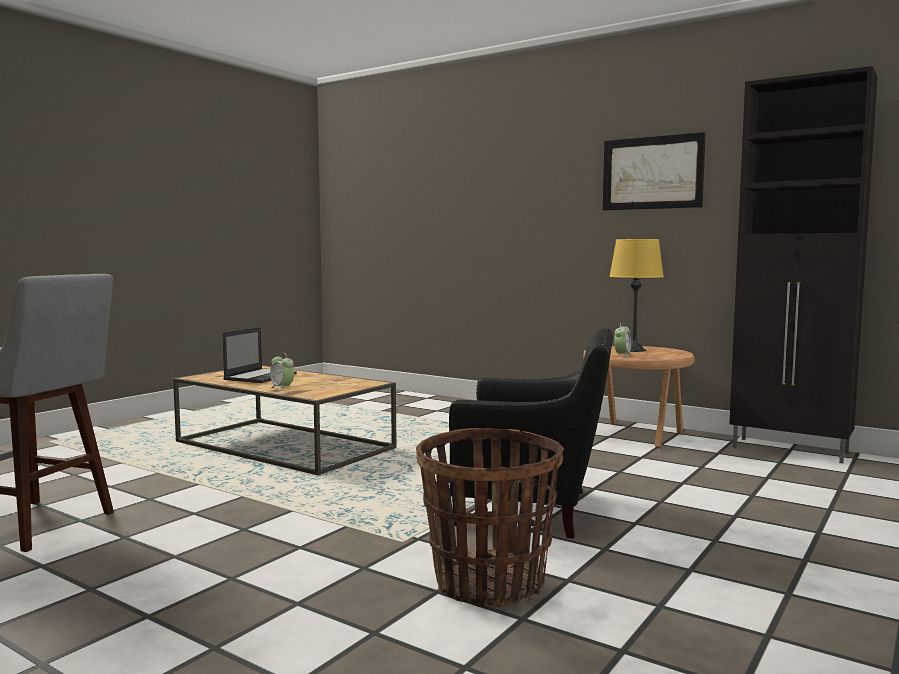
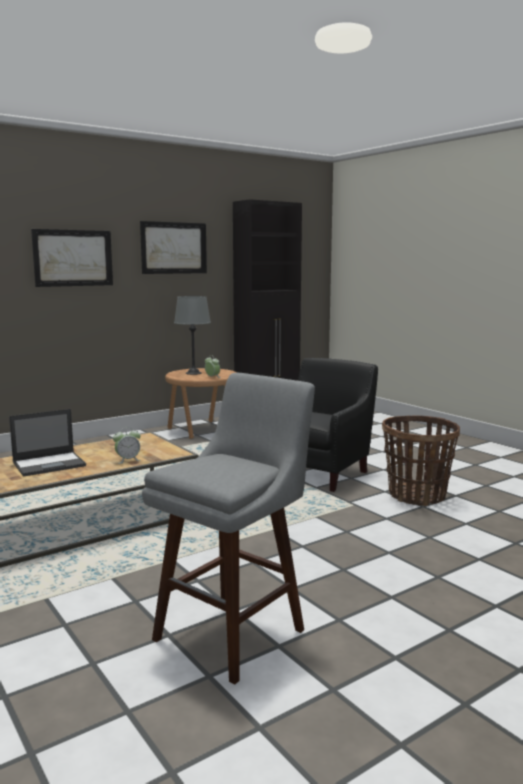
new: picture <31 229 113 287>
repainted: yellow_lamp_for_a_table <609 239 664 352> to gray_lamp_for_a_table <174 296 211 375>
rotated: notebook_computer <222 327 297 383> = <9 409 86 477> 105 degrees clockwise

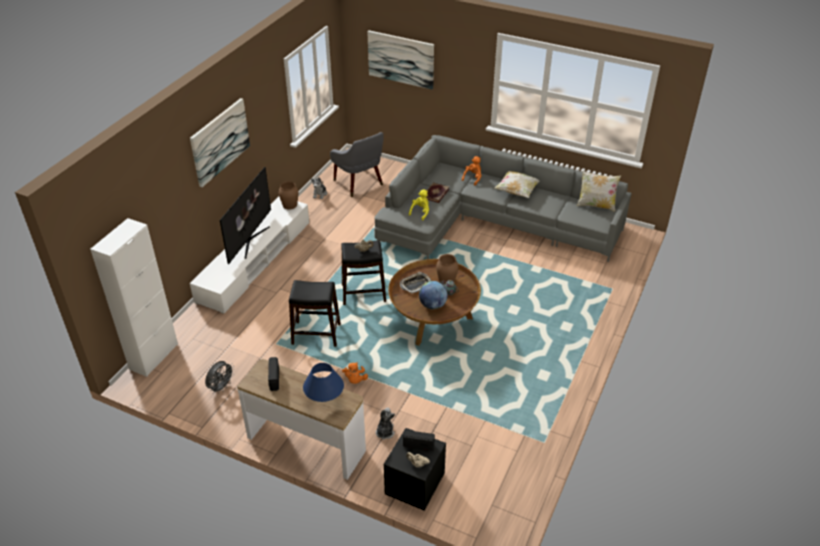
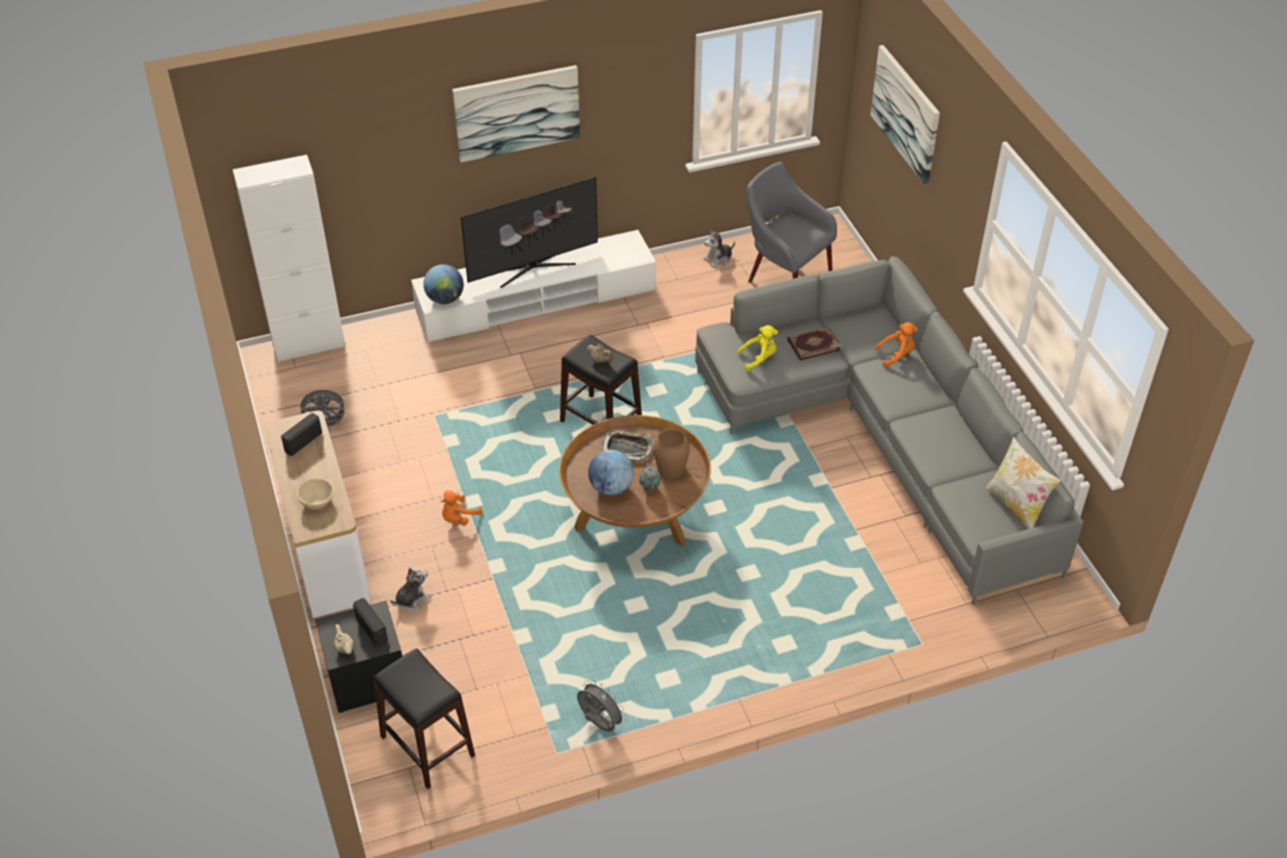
gone: brown_vase <279 181 298 209>; cushion <494 171 540 198>
new: globe <423 264 464 304>; gray_fan <577 680 626 731>
shifted: black_sitting_stool <289 280 341 347> to <373 648 475 789>
swapped: blue_lamp_for_a_table <303 363 344 402> to beige_deep_dish <297 479 333 509>
rotated: gray_lounge_chair <330 132 384 197> = <747 162 837 283> 120 degrees clockwise

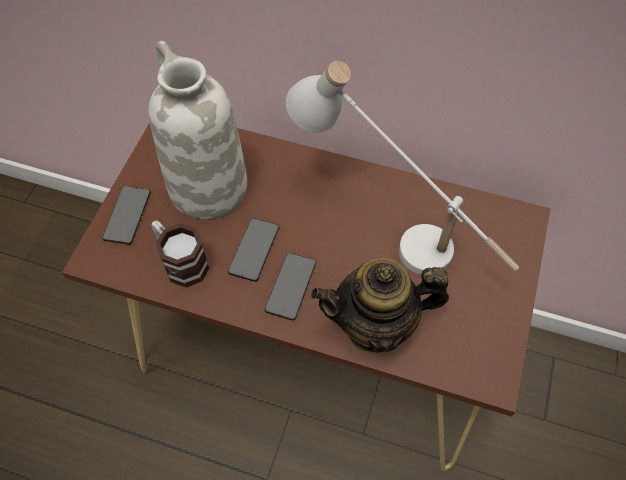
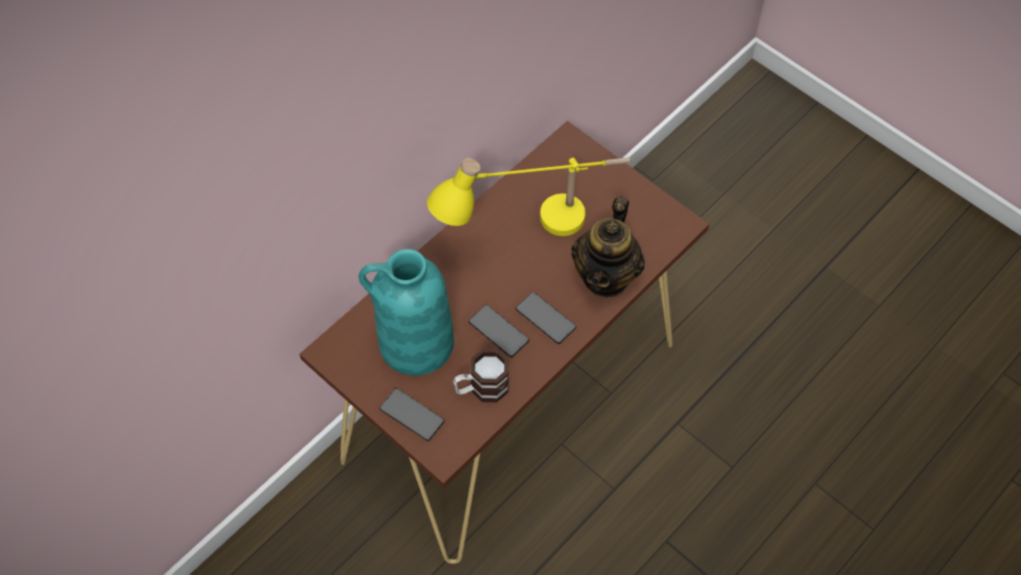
repainted: white_vase <148 41 248 219> to turquoise-coloured_vase <359 249 454 376>; white_lamp_for_a_table <286 61 519 275> to yellow_lamp_for_a_table <427 157 630 236>

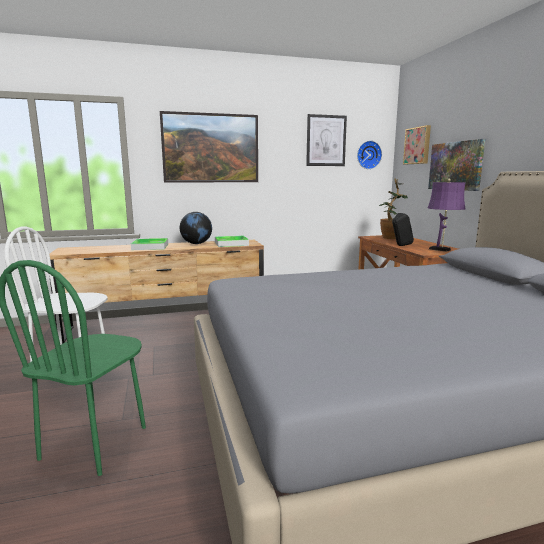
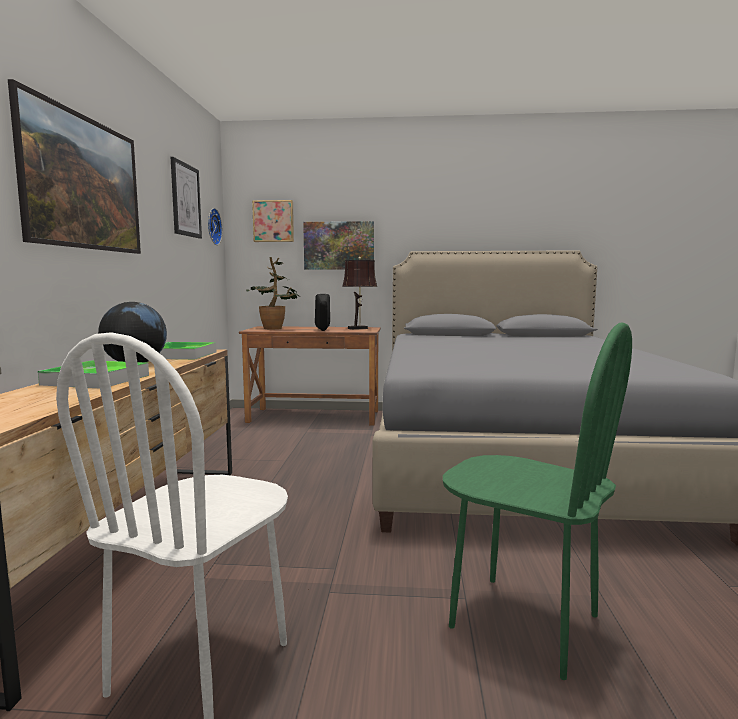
repainted: purple_lamp_for_a_table <428 179 466 252> to brown_lamp_for_a_table <342 257 377 330>

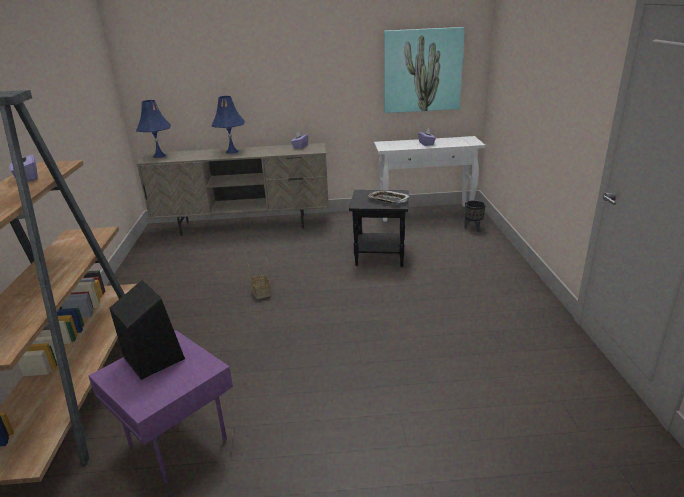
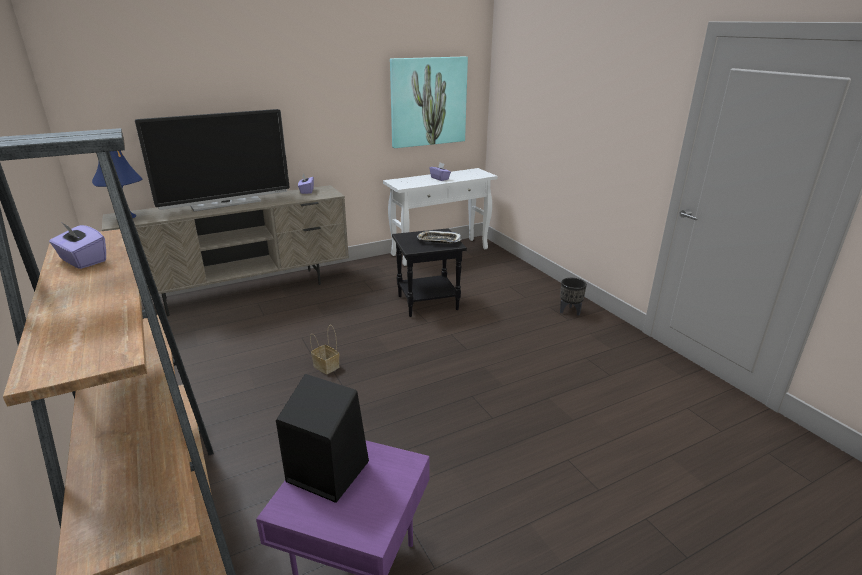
shifted: black_plant_pot <464 200 486 232> to <560 278 587 316>
swapped: blue_lamp_for_a_table <212 96 245 154> to TV <135 109 289 211>

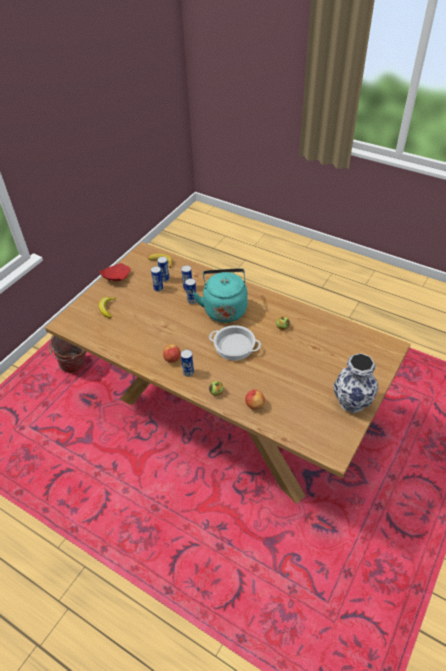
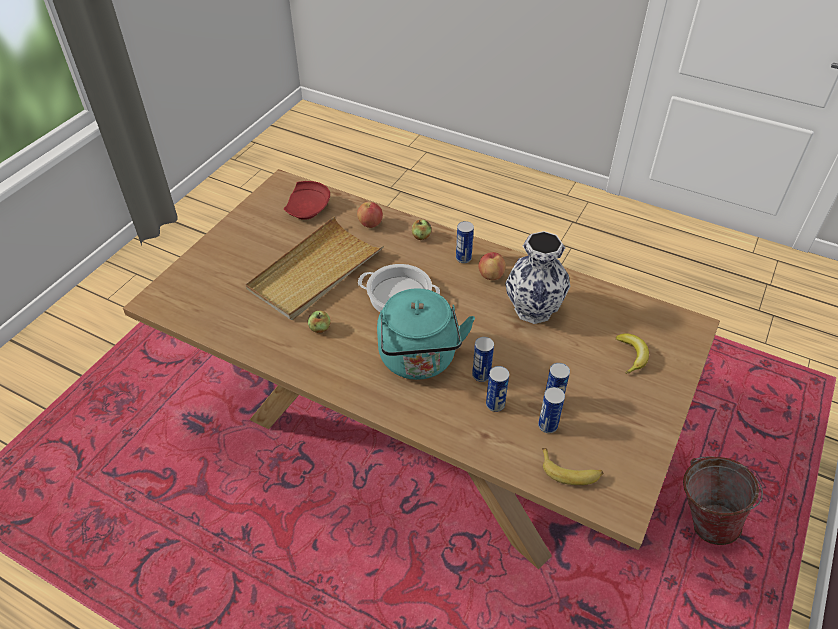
new: beige_tray <245 217 384 320>
shifted: red-coloured_plate <99 263 130 281> to <284 181 330 220>; vase <333 353 379 413> to <505 231 570 324>

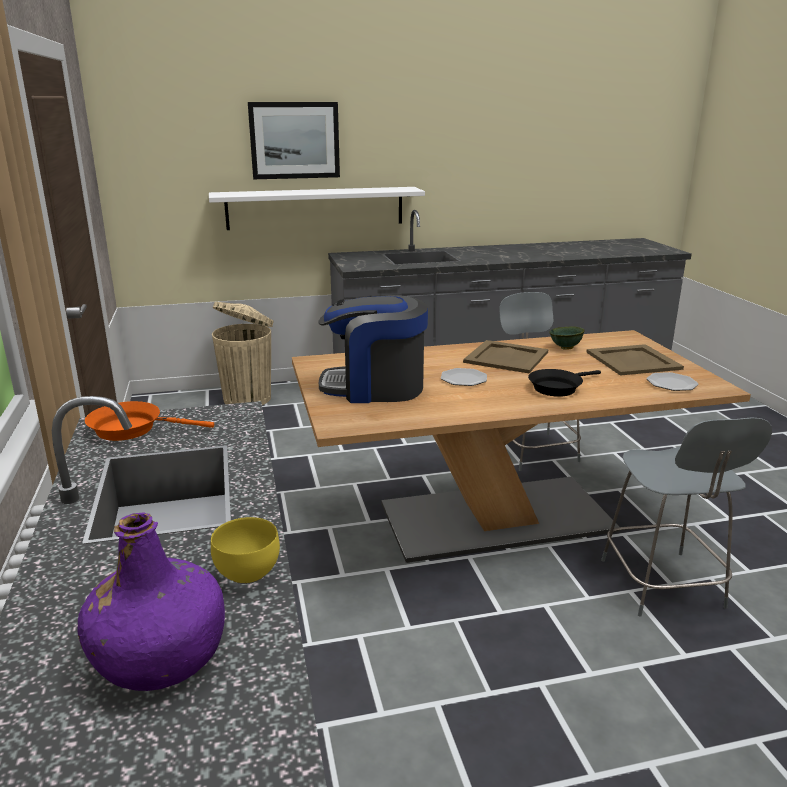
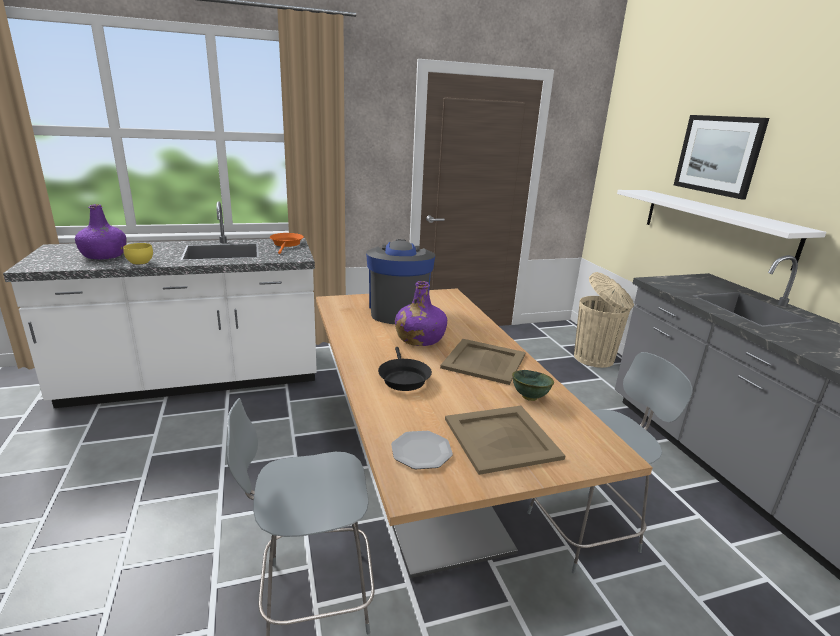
swapped: plate <441 368 487 386> to purple_drink_bottle <395 281 447 346>
rotated: black_pan <528 369 601 397> = <378 347 432 391> 150 degrees counterclockwise

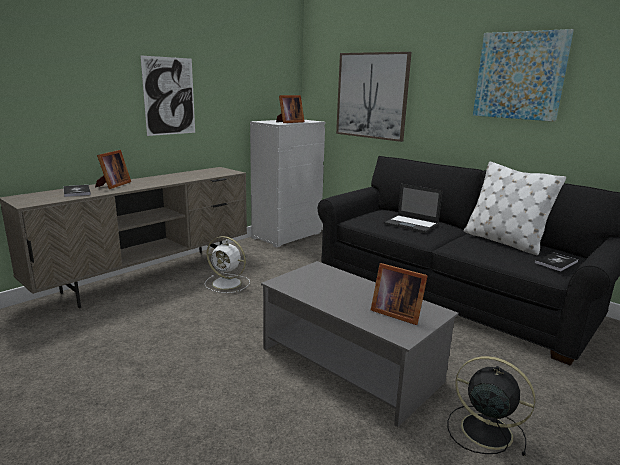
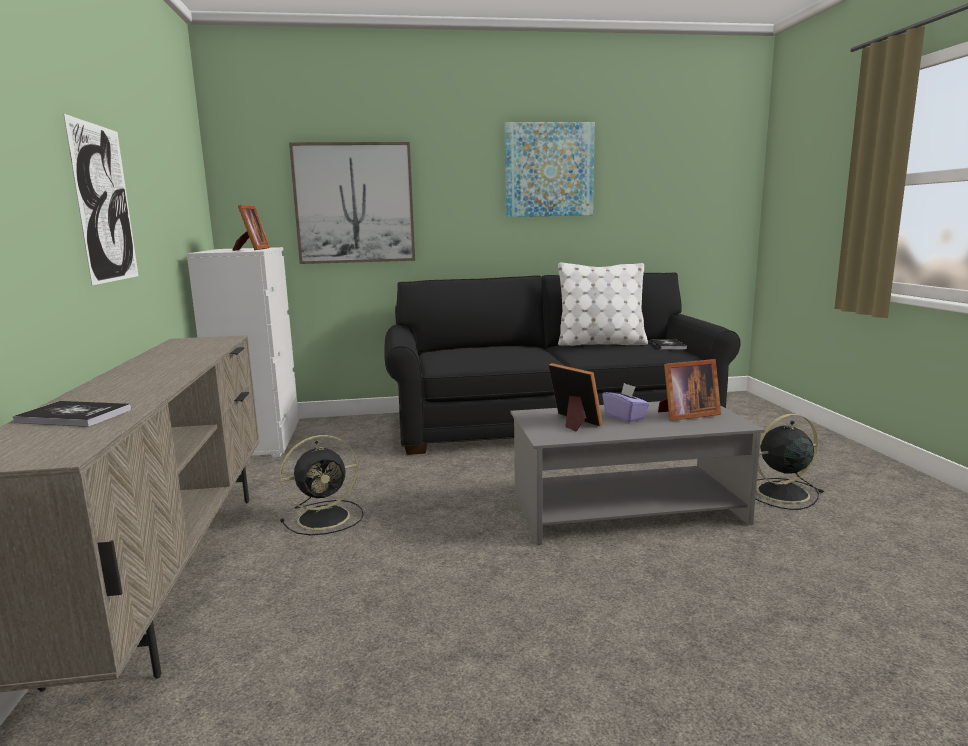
gone: notebook_computer <383 184 443 233>
new: purple_tissue_box <602 383 650 422>
shifted: photo_frame <95 150 131 189> to <549 363 603 432>
repainted: white_fan <204 236 250 293> to black_fan <280 435 364 535>

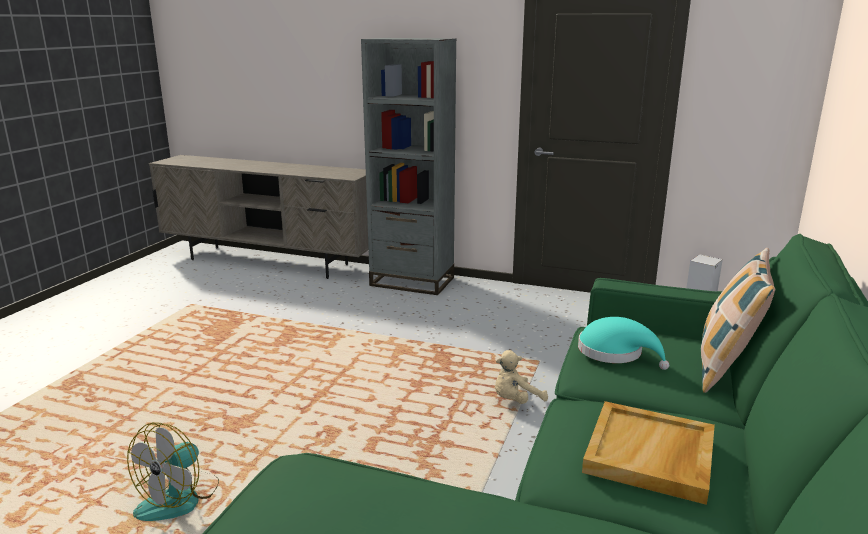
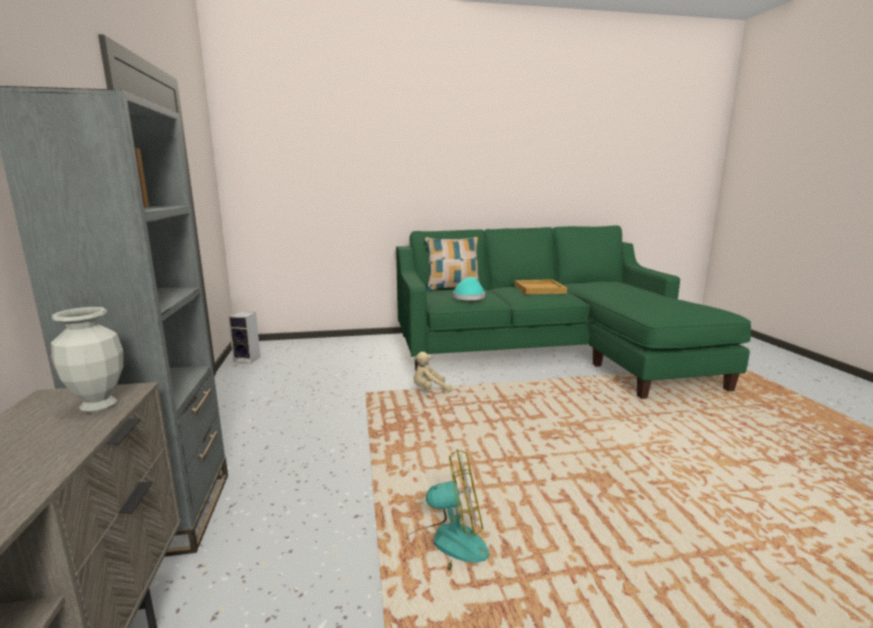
new: vase <51 307 123 413>
shifted: fan <127 422 219 521> to <405 449 489 571>
rotated: beige_plush_toy <495 350 548 404> = <413 352 452 392> 135 degrees clockwise

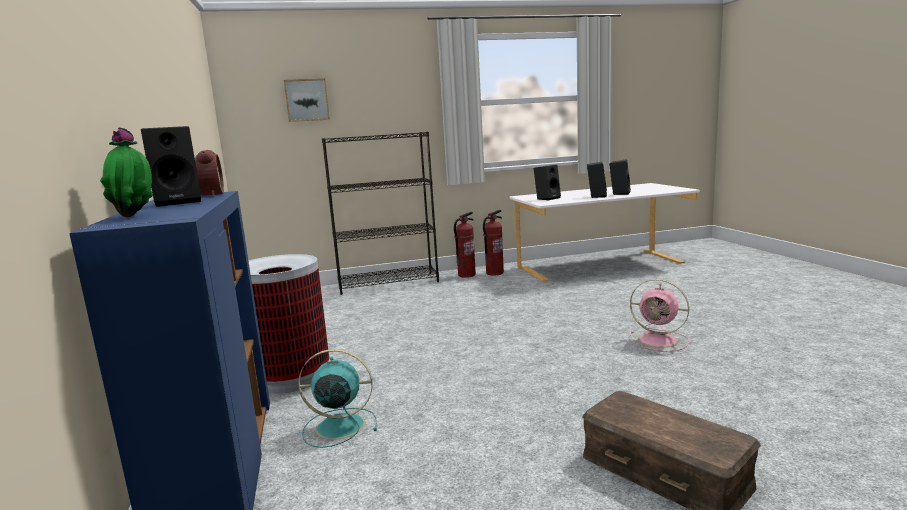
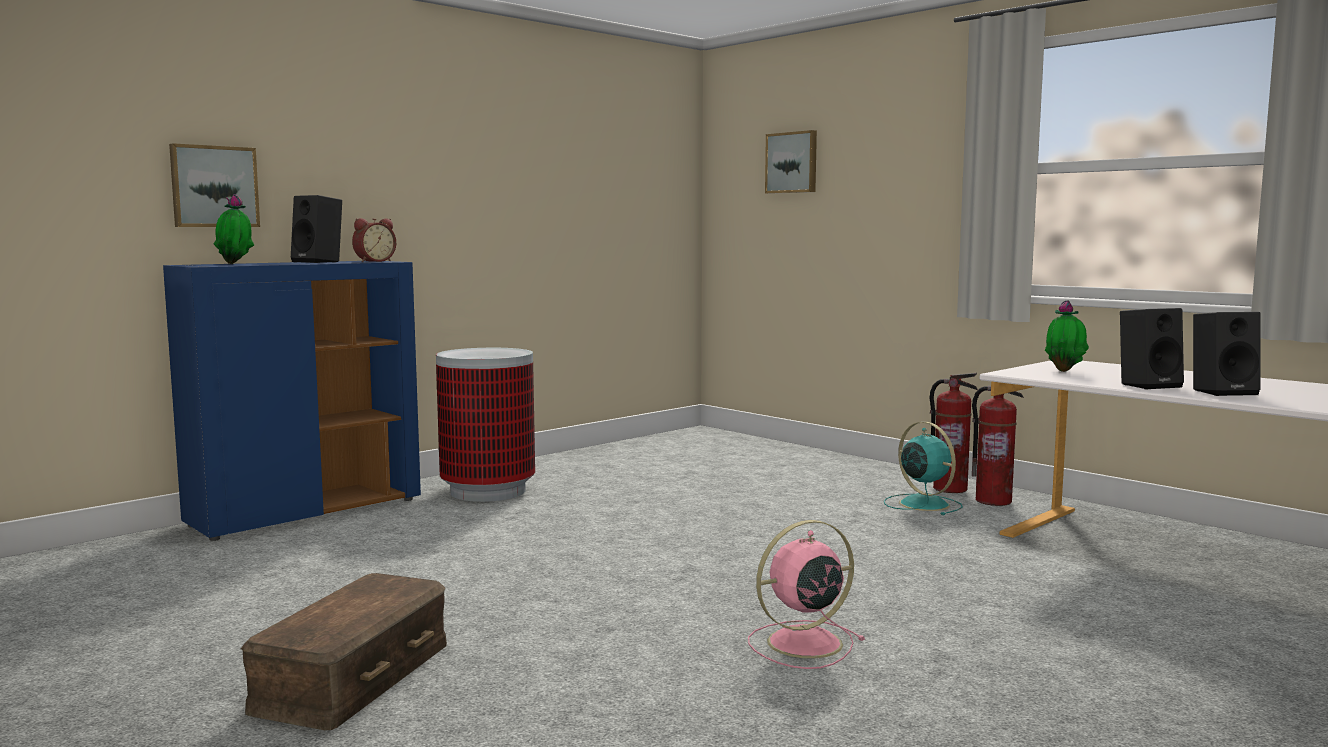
gone: black_bookcase <322 132 439 295>
new: picture <169 143 260 227>
shifted: turquoise-coloured_fan <298 349 377 448> to <884 422 963 515>
swapped: black_speaker <534 164 561 200> to potted_plant <1045 300 1089 372>
rotated: pink-coloured_fan <629 279 689 352> = <748 520 865 669> 60 degrees clockwise

